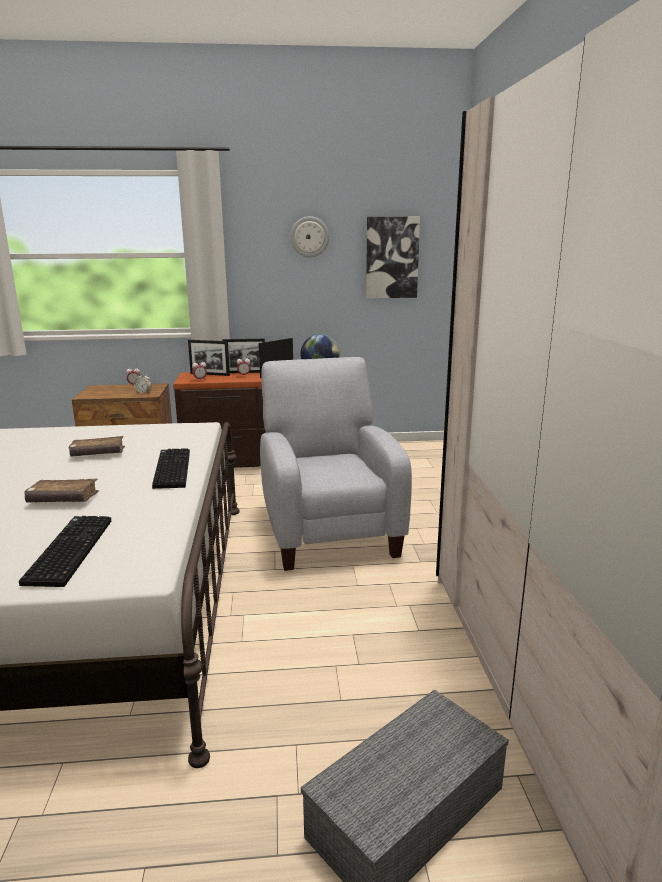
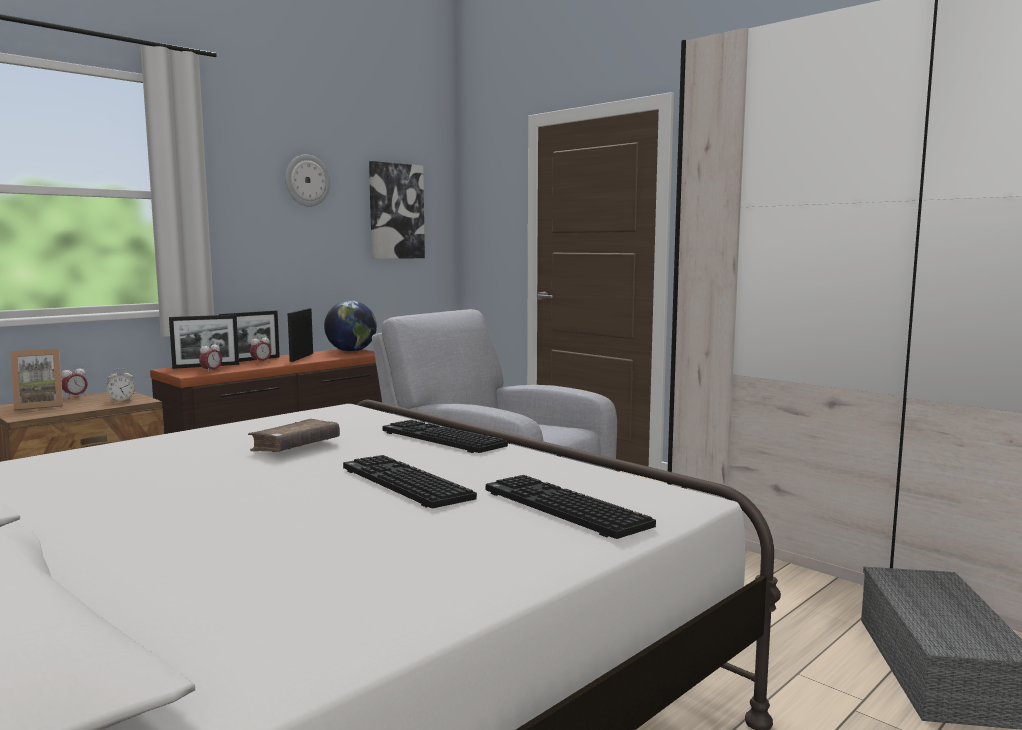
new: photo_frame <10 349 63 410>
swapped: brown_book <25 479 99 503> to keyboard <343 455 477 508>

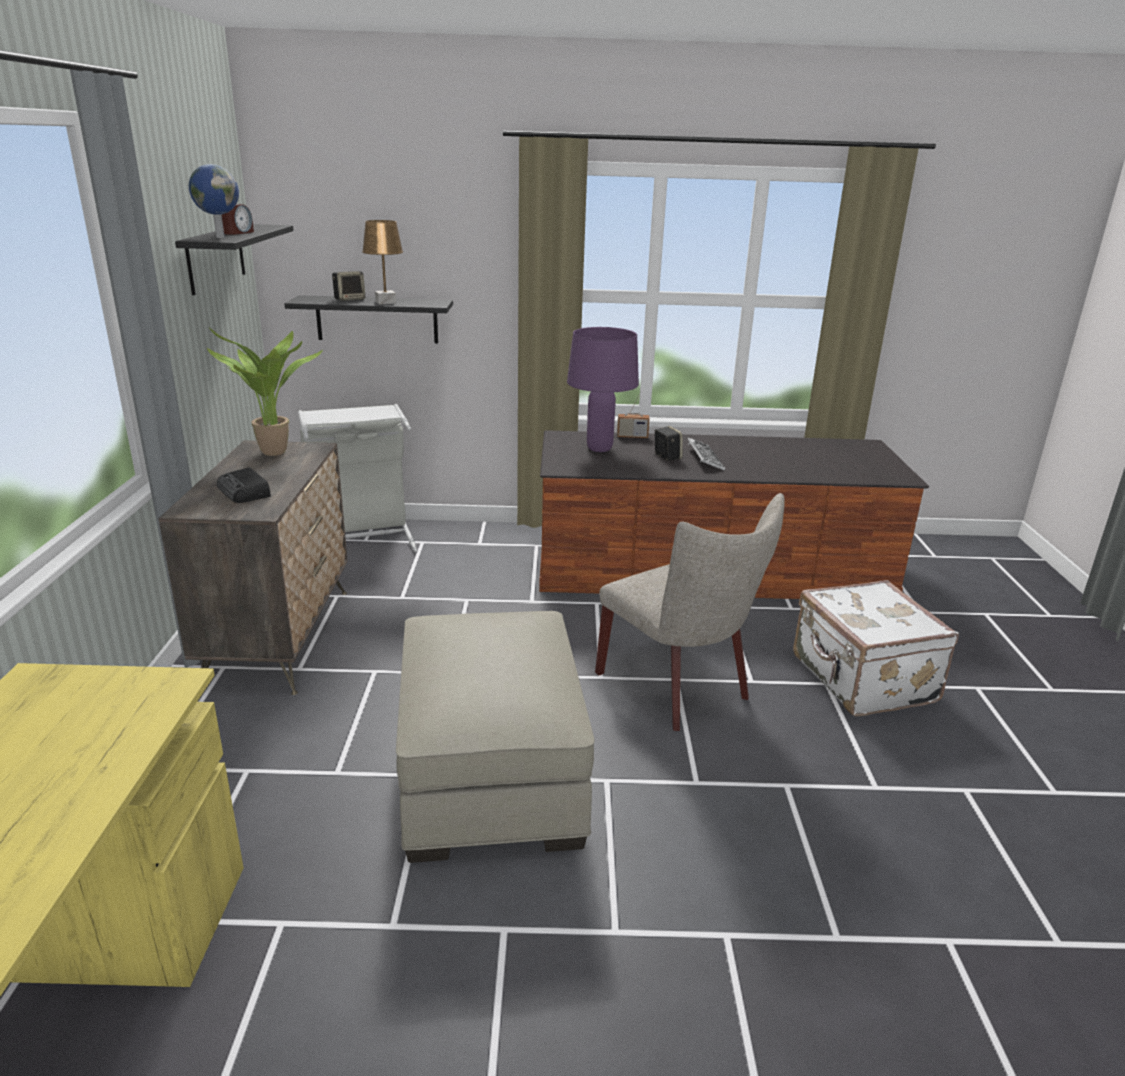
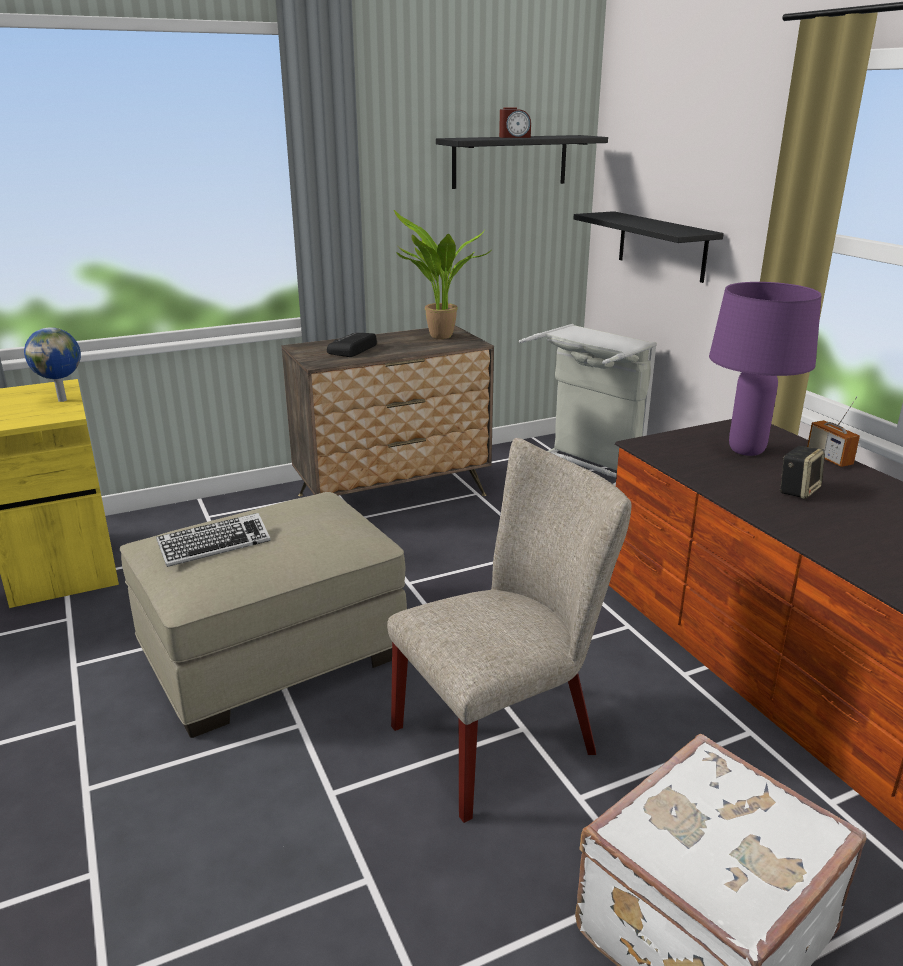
gone: speaker <332 271 365 301>; brown_lamp_for_a_table <362 220 403 304>
shifted: globe <189 164 239 238> to <24 327 81 402>; keyboard <688 438 725 471> to <156 513 271 567>
rotated: beige_upright_chair <595 493 785 731> = <387 438 631 823> 150 degrees counterclockwise

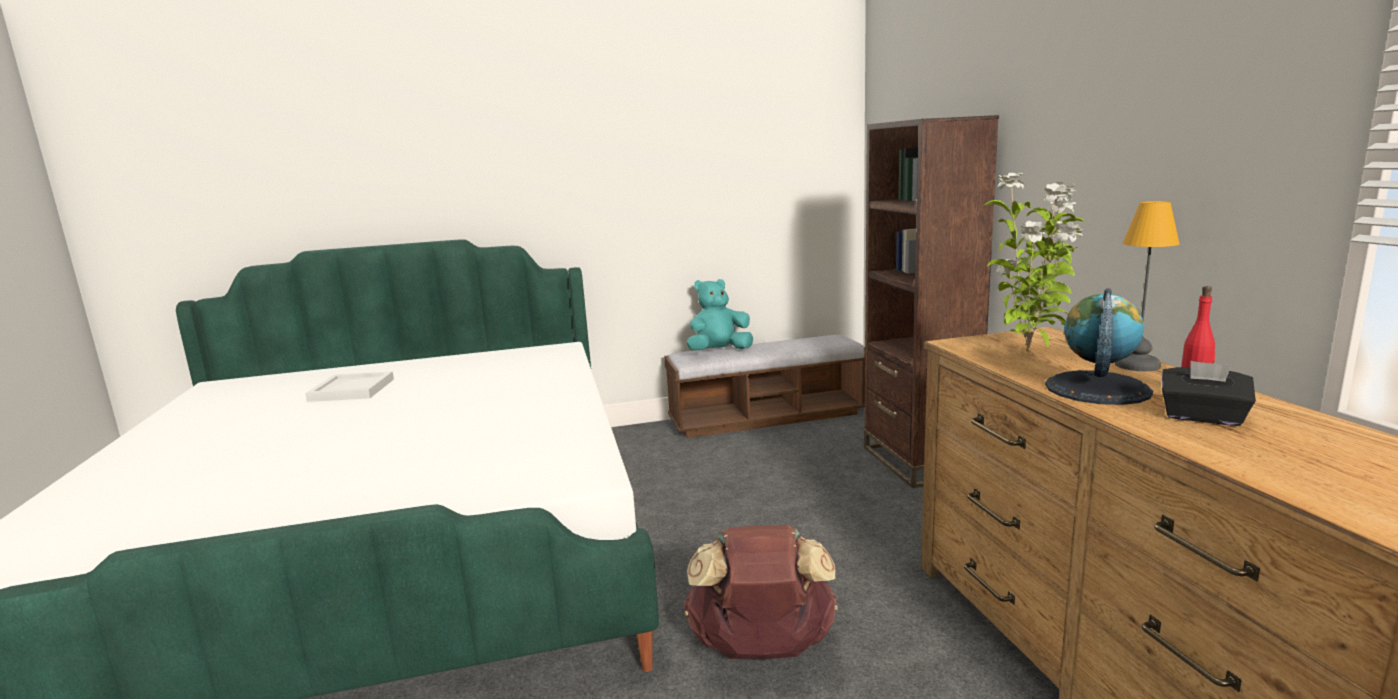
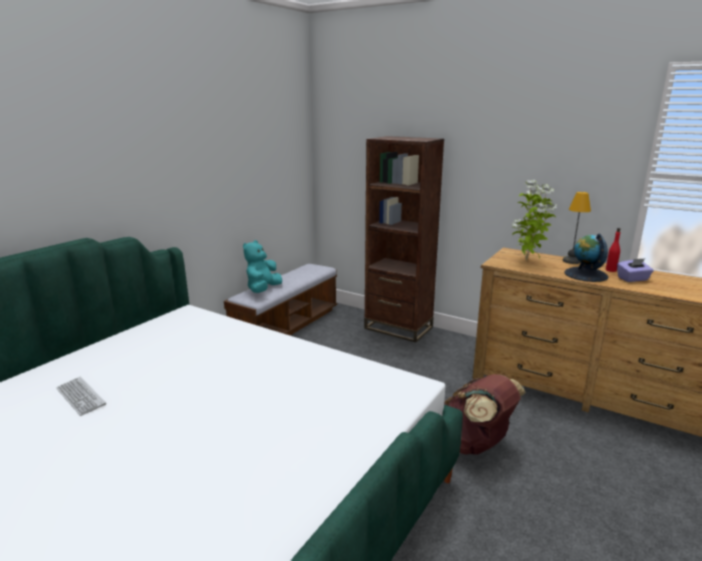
swapped: white_tray <305 371 394 402> to keyboard <56 377 106 416>
repainted: black_tissue_box <1162 361 1256 426> to purple_tissue_box <617 259 654 282>

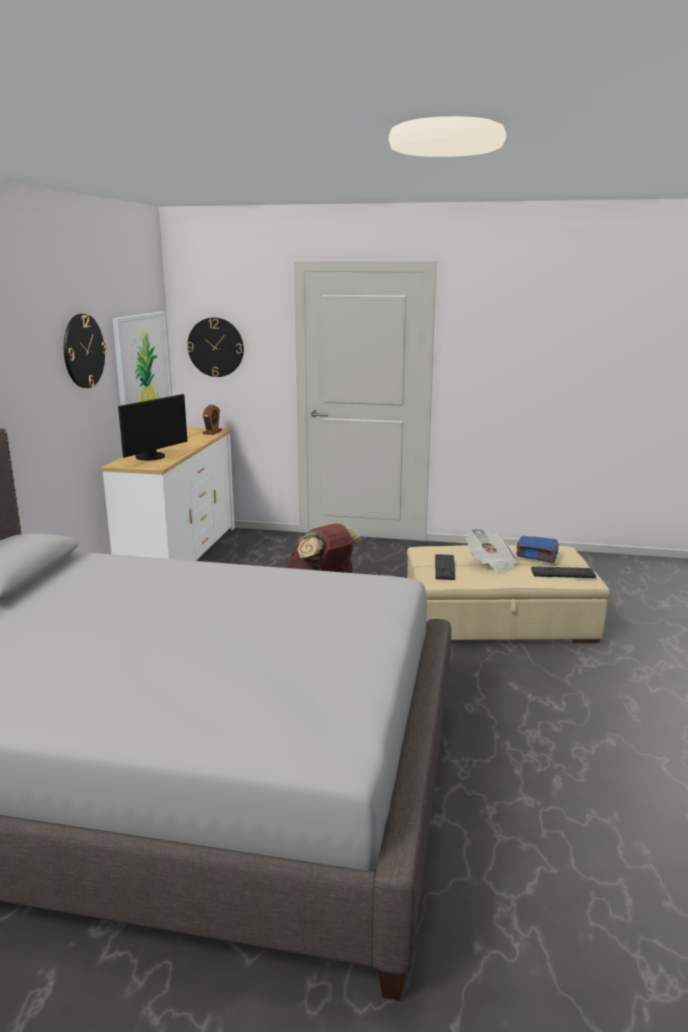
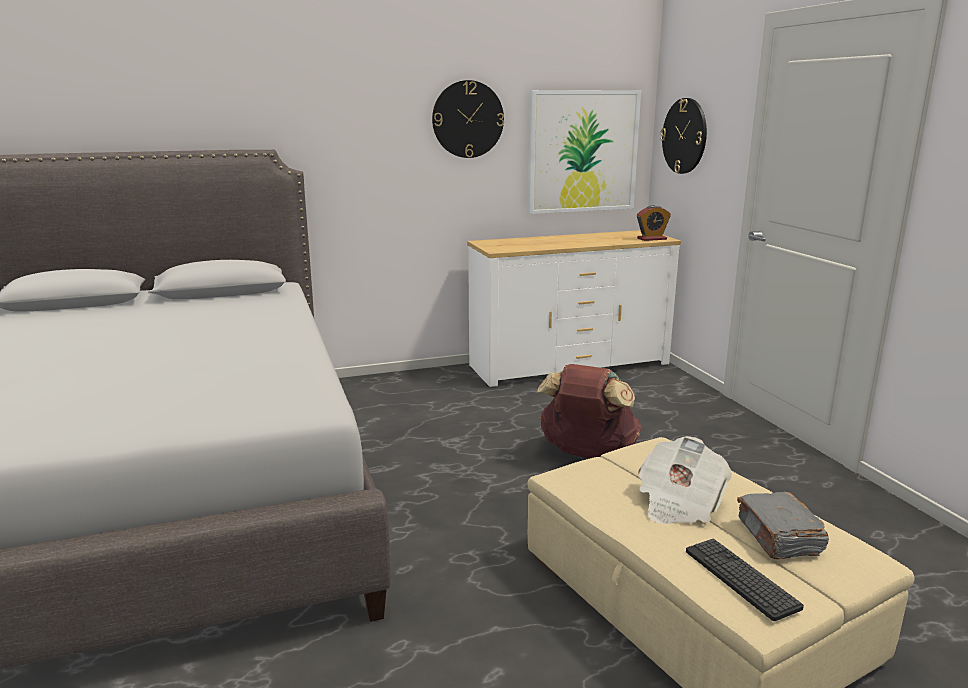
gone: computer_display <118 394 188 461>; keyboard <435 554 455 580>
repainted: blue_book <516 536 559 563> to gray_book <737 492 829 559>

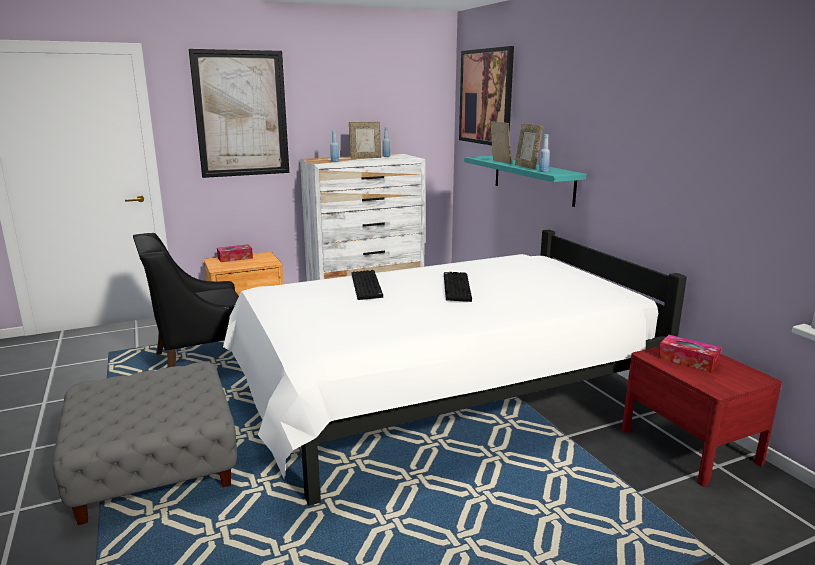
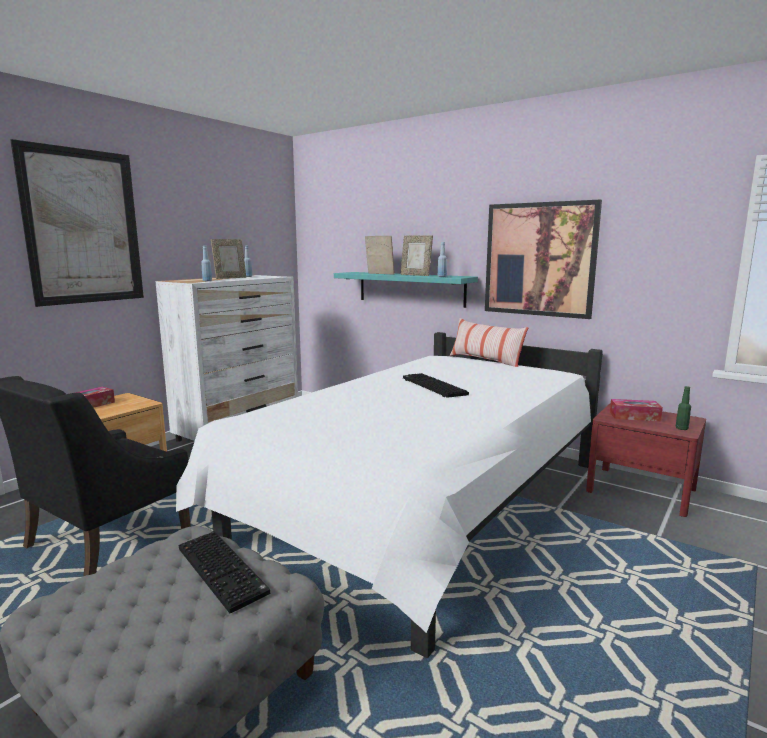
new: cushion <450 318 528 367>; green_drink_bottle <676 386 691 430>
shifted: keyboard <351 270 383 300> to <179 531 270 613>; picture <459 46 514 146> to <485 200 602 319>

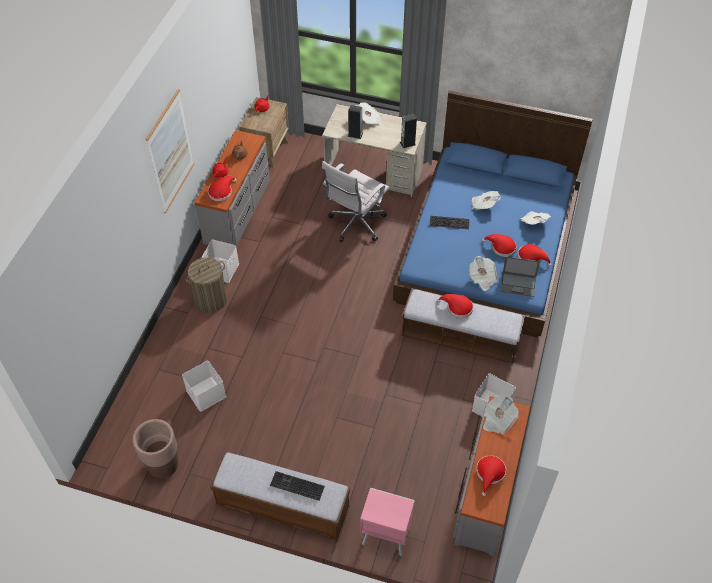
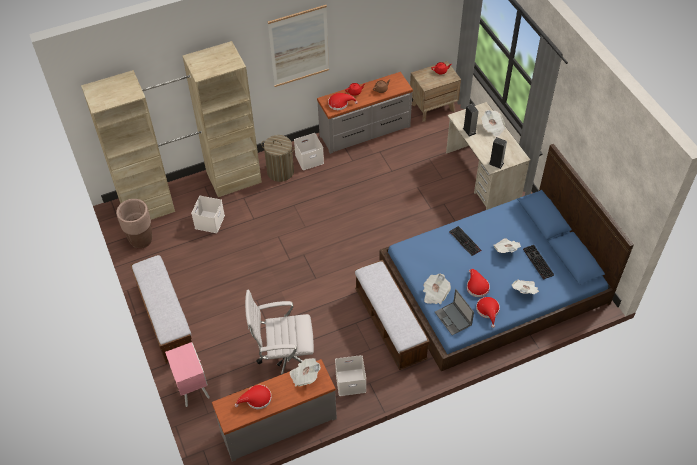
gone: red-coloured_clothing_hat <437 294 473 318>
new: beige_armoire <81 41 262 220>
shifted: keyboard <270 471 325 501> to <523 245 554 280>; white_desk_chair <322 161 389 242> to <245 290 314 374>

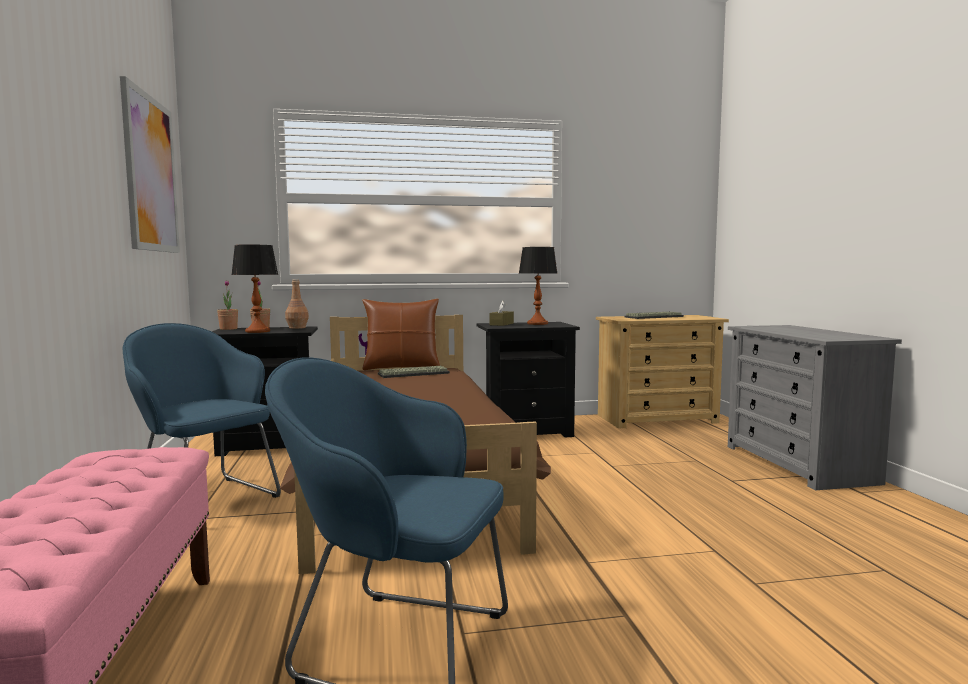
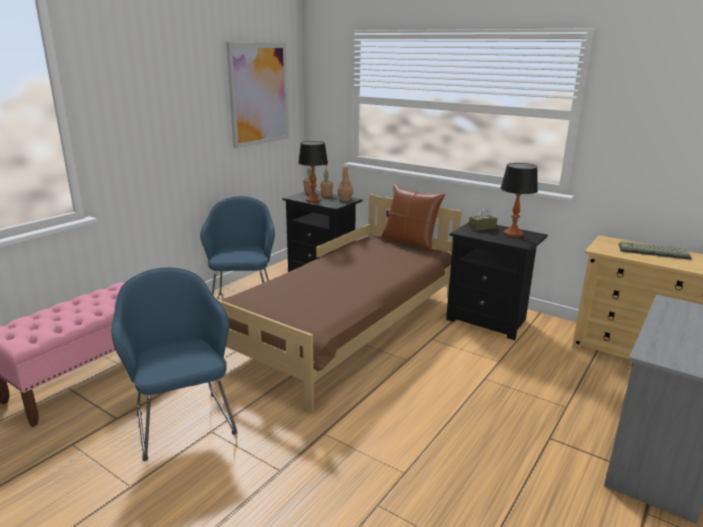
gone: keyboard <378 366 450 378>

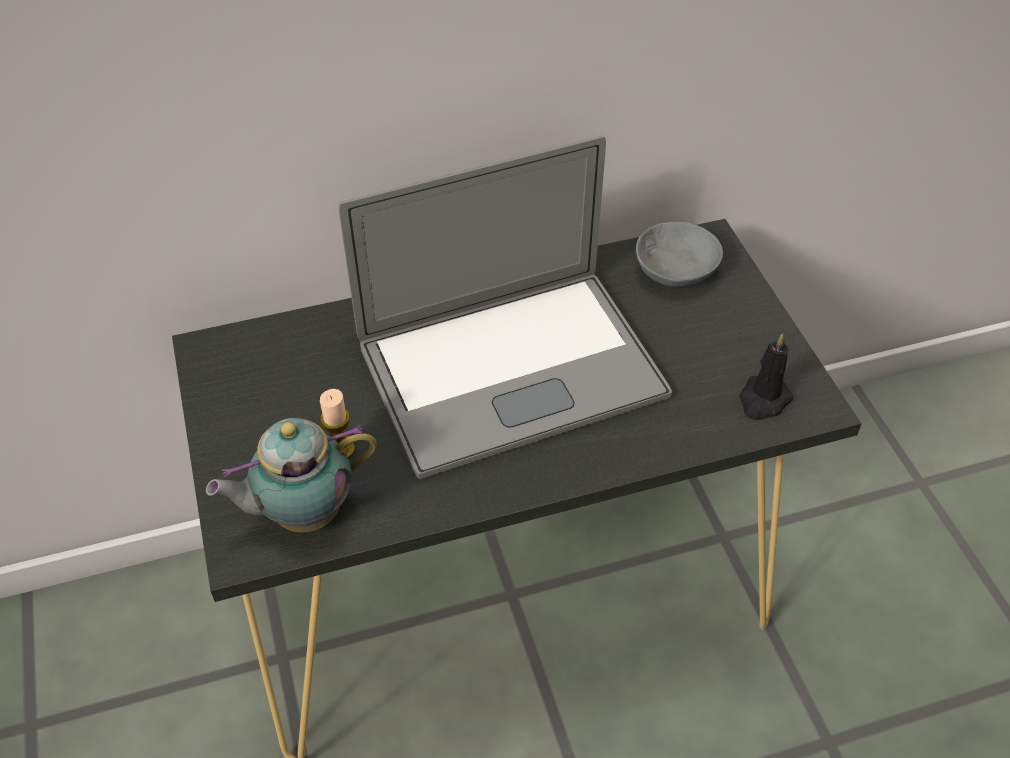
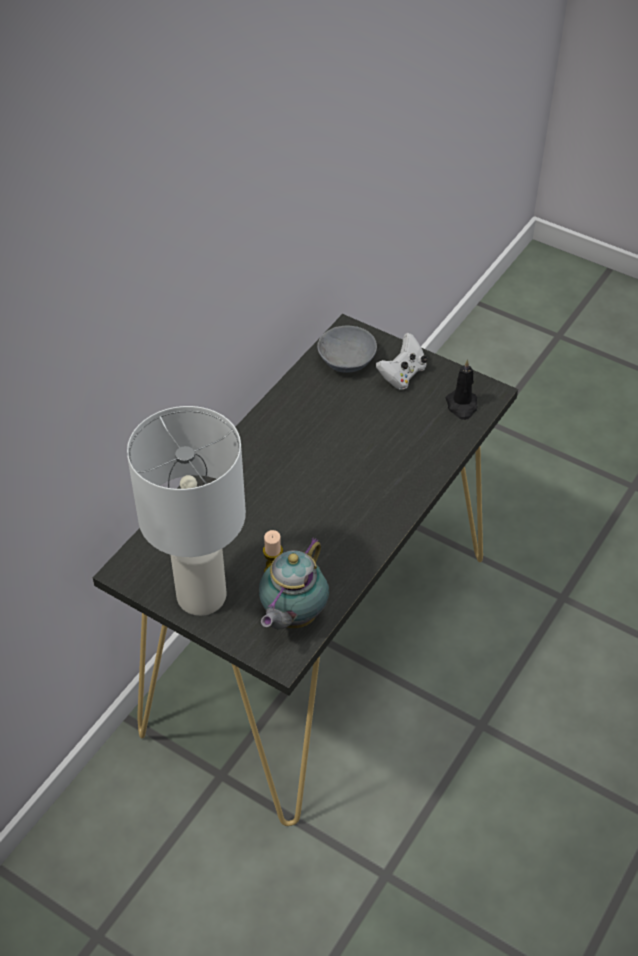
gone: notebook_computer <338 135 672 479>
new: white_lamp_for_a_table <127 406 246 616>; white_game_controller <376 333 428 390>

